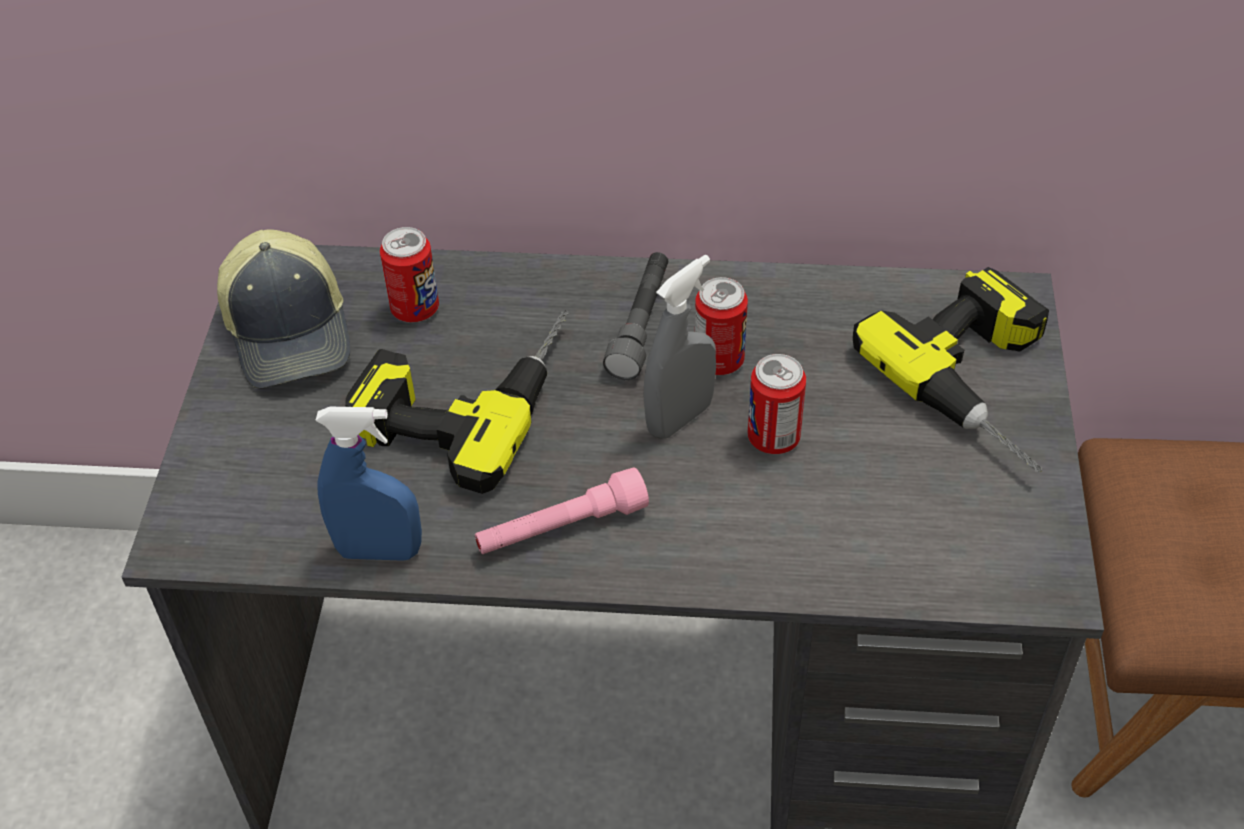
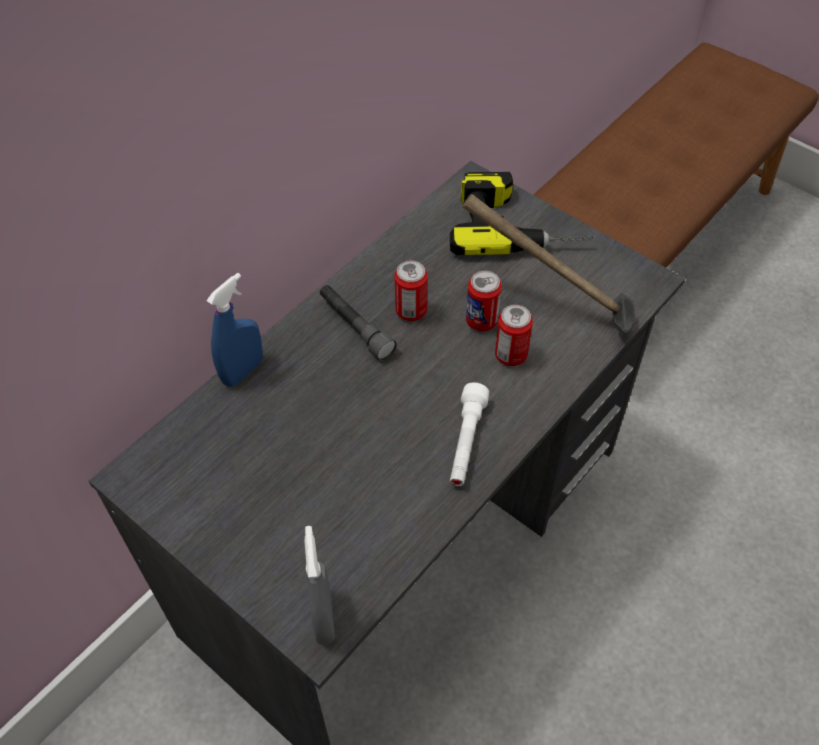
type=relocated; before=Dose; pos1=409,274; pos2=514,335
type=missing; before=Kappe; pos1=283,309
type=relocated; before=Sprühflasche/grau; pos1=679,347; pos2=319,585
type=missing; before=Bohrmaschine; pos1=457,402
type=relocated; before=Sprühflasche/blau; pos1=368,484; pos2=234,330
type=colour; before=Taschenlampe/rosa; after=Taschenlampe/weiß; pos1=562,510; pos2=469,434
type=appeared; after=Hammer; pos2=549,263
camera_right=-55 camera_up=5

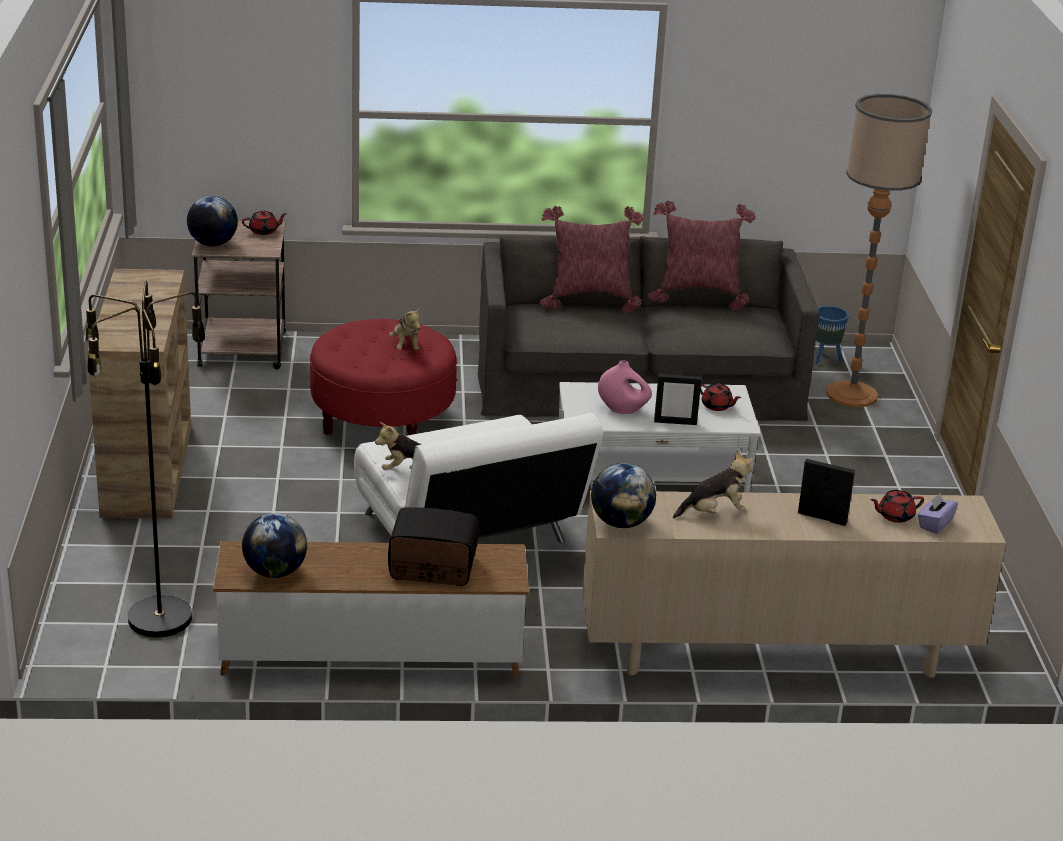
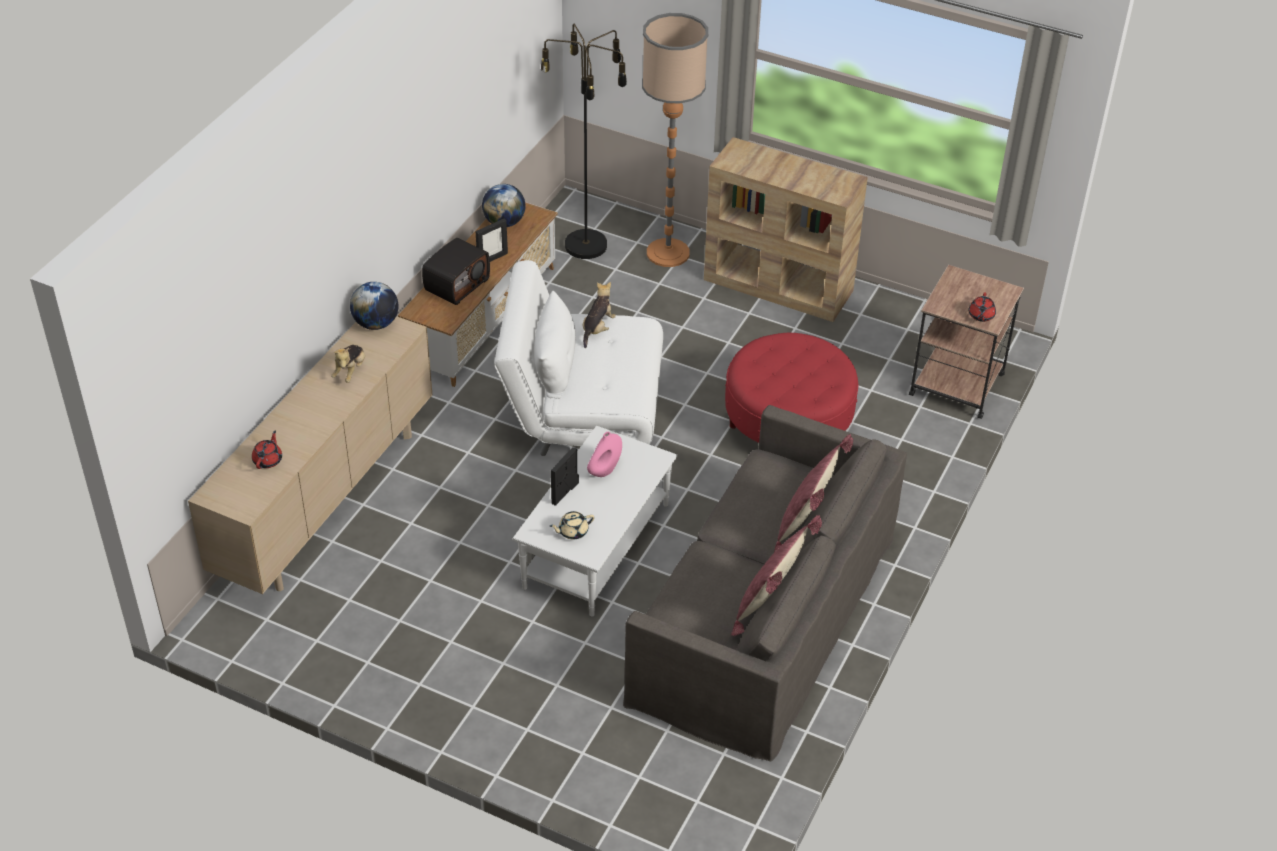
type=relocated; before=Stehlampe; pos1=879,250; pos2=675,140
type=missing; before=Globus; pos1=212,221
type=missing; before=Pflanzkübel/blau; pos1=832,335
type=missing; before=Plüschtier; pos1=405,328
type=colour; before=Teekanne/rot; after=Teekanne/beige; pos1=720,397; pos2=572,525
type=relocated; before=Bilderrahmen; pos1=826,492; pos2=492,240
type=missing; before=Taschentuchbox/lila; pos1=938,513
camera_right=120 camera_up=15

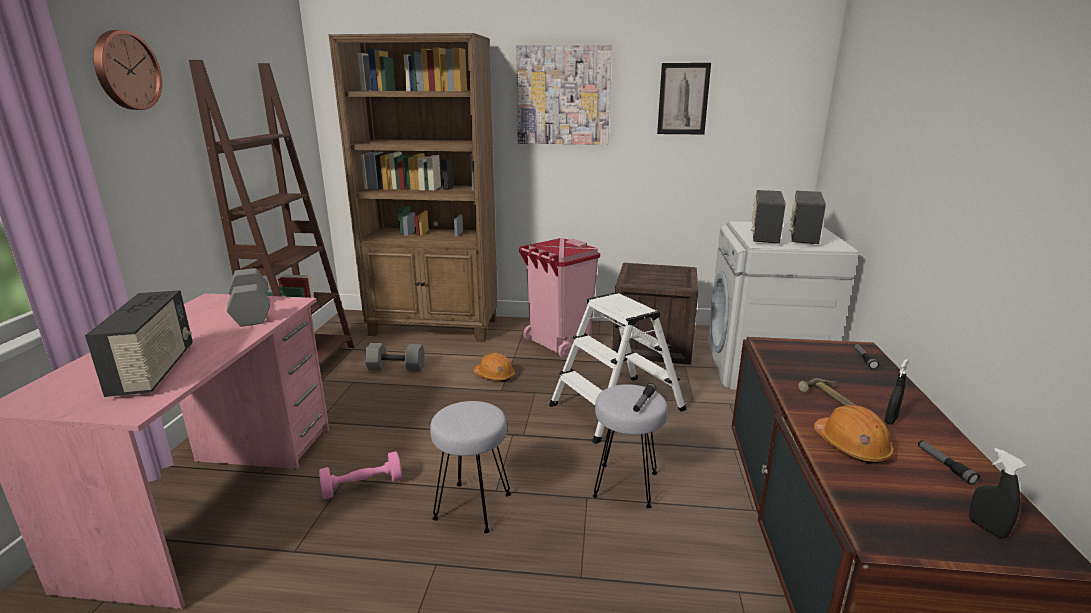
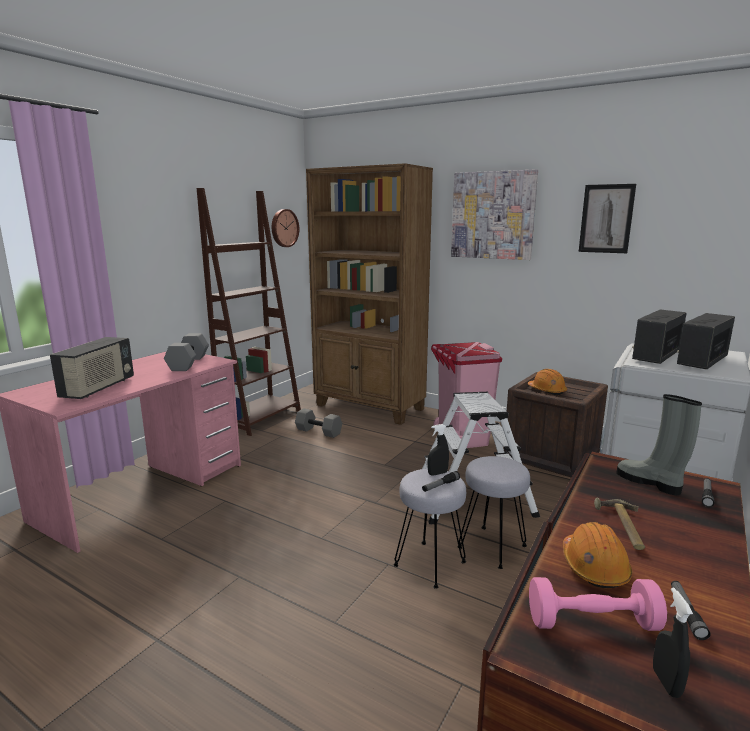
type=relocated; before=Wanduhr; pos1=127,70; pos2=285,228
type=relocated; before=Schutzhelm/orange; pos1=494,367; pos2=547,382
type=relocated; before=Sprühflasche/schwarz; pos1=896,392; pos2=438,449
type=relocated; before=Hocker/grau; pos1=470,467; pos2=493,512
type=relocated; before=Hantel/rosa; pos1=360,475; pos2=598,604
type=appeared; after=Stiefel/grau; pos2=659,444
camera_right=25 camera_up=-5

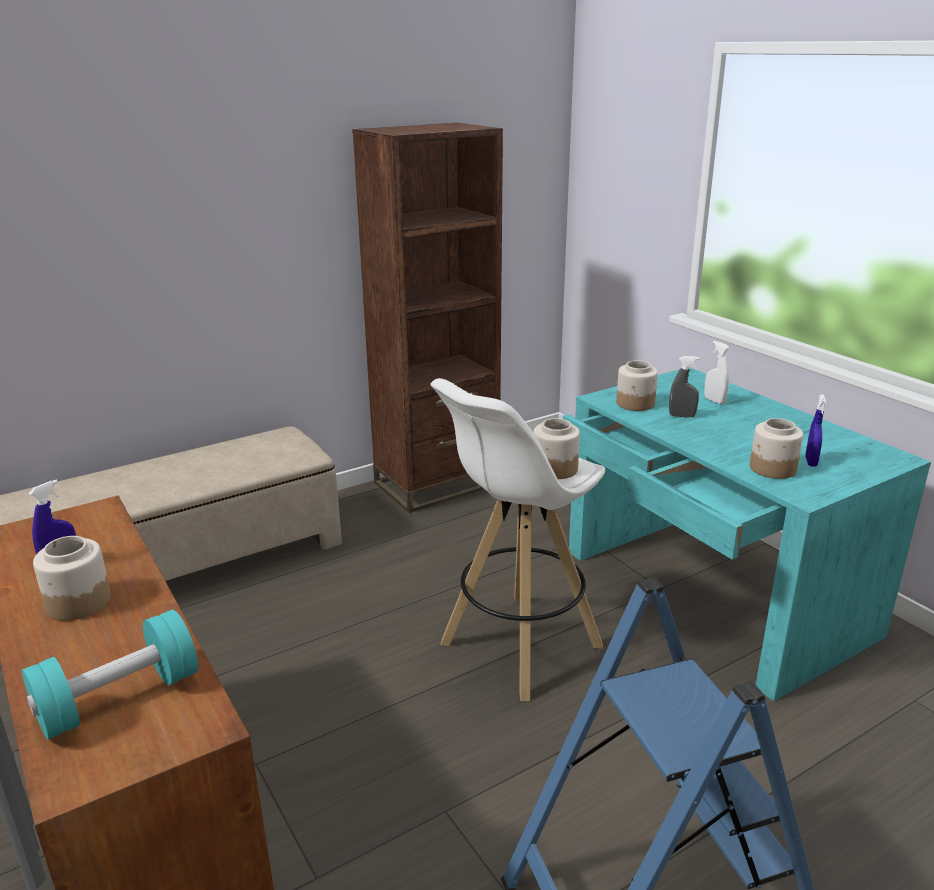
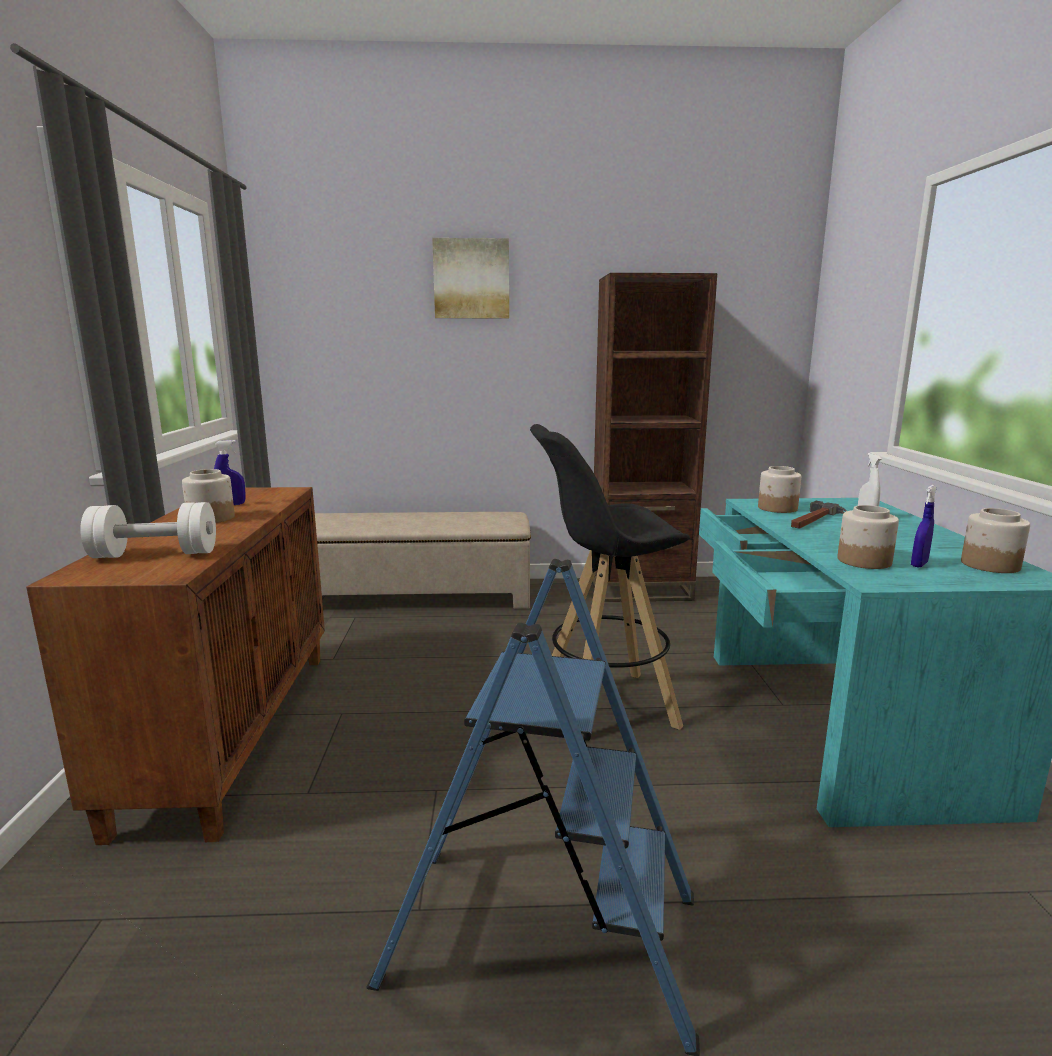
type=exchanged; before=Sprühflasche/grau; after=Hammer; pos1=684,387; pos2=819,515
type=colour; before=Hocker/weiß; after=Hocker/schwarz; pos1=517,539; pos2=610,577
type=relocated; before=Vorratsglas; pos1=556,448; pos2=995,540
type=colour; before=Hantel/türkis; after=Hantel/weiß; pos1=110,675; pos2=148,530
type=appeared; after=Bild; pos2=470,278
camera_right=30 camera_up=-10

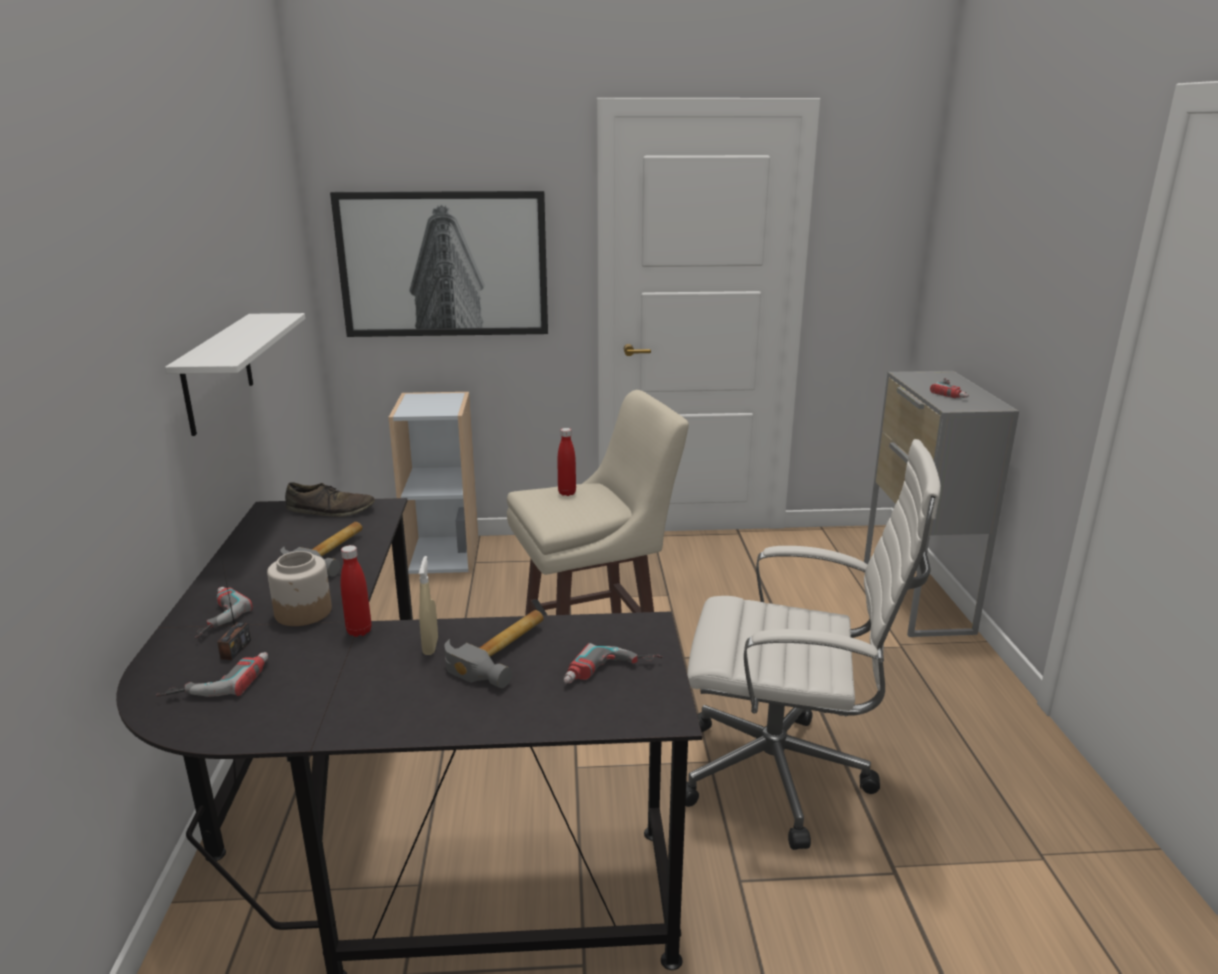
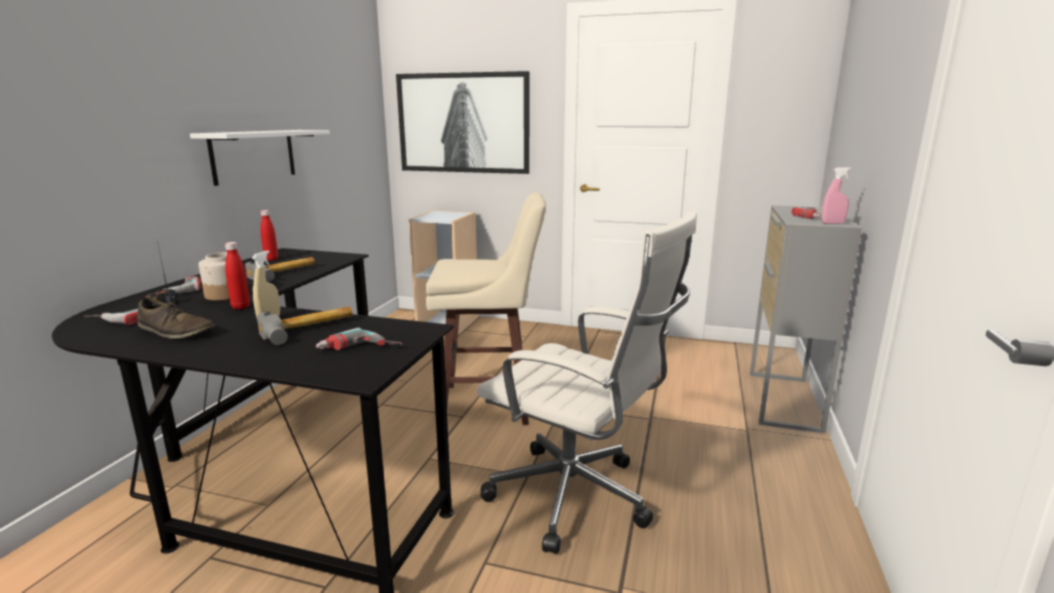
type=relocated; before=Flasche/rot; pos1=566,462; pos2=269,235
type=relocated; before=Schuh/braun; pos1=330,500; pos2=176,318
type=appeared; after=Sprühflasche/rosa; pos2=837,195
camera_right=20 camera_up=-5

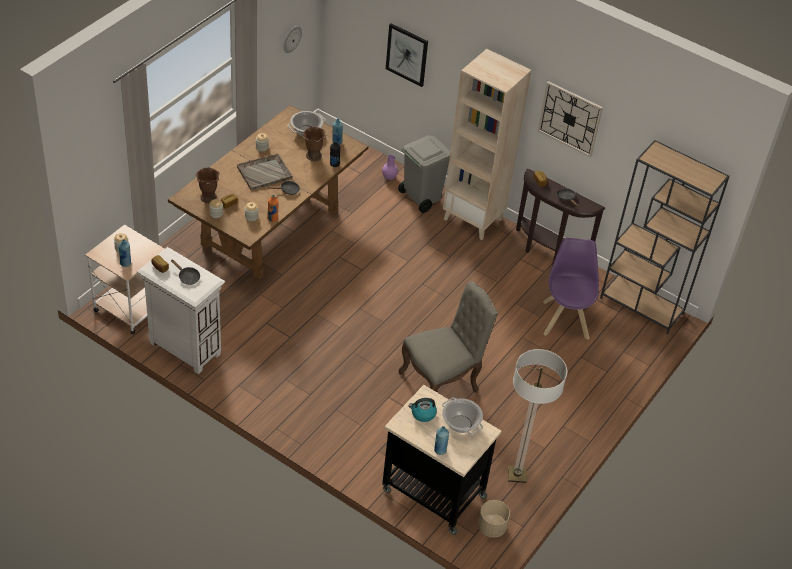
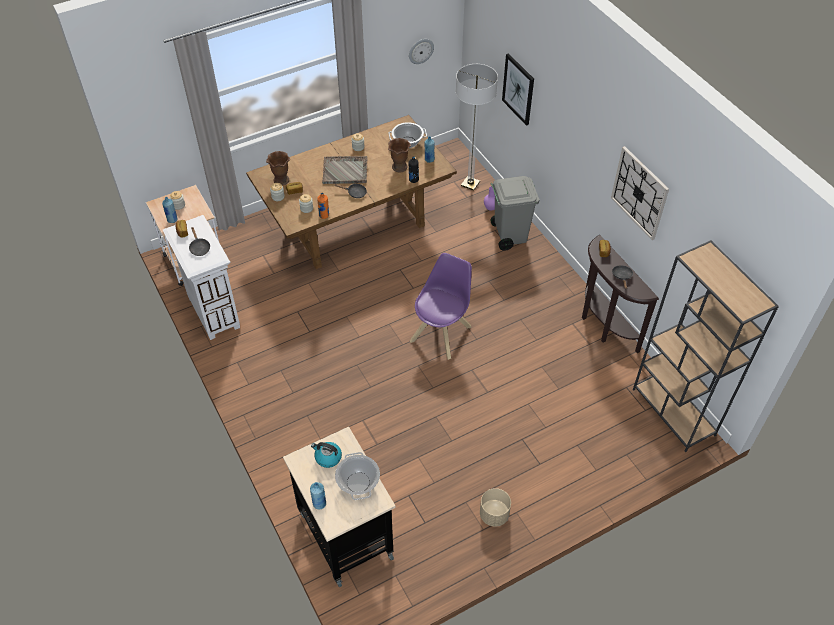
type=missing; before=Bücherregal/beige; pos1=487,144
type=relocated; before=Stuhl/lila; pos1=571,289; pos2=441,306
type=missing; before=Stuhl/grau; pos1=448,337
type=relocated; before=Stehlampe; pos1=537,416; pos2=477,127
type=relocated; before=Pflanzkübel/beige; pos1=494,519; pos2=495,507
camera_right=30 camera_up=5

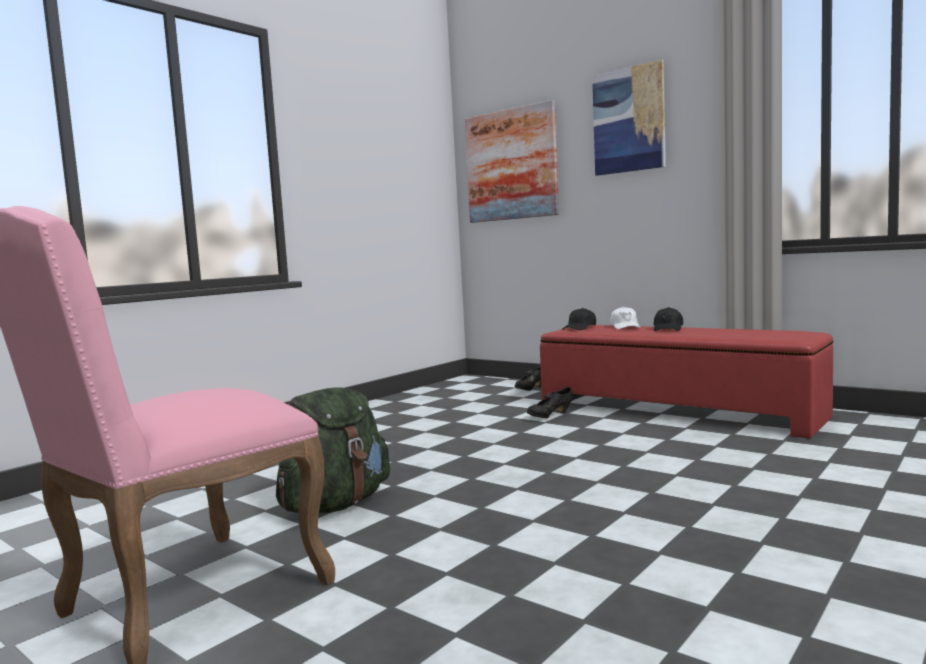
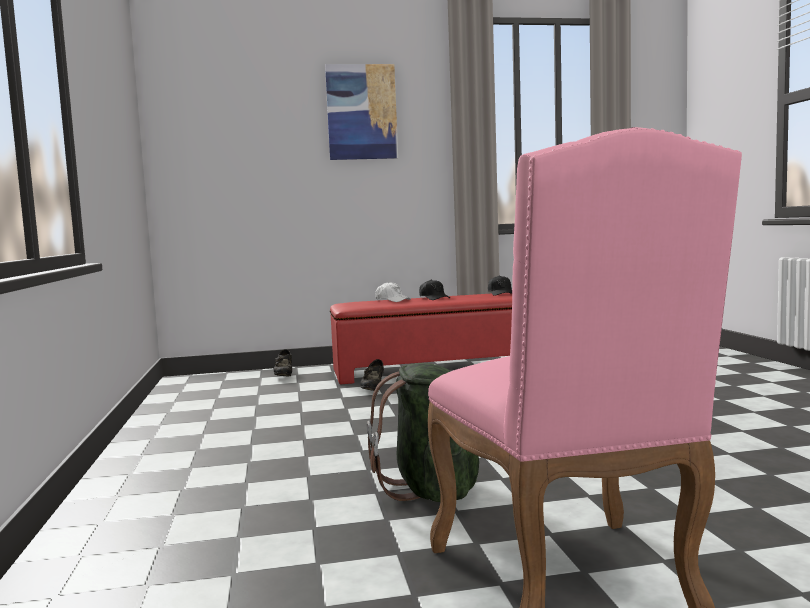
type=missing; before=Bild; pos1=512,161
type=relocated; before=Kappe/schwarz; pos1=579,319; pos2=500,285
camera_right=-50 camera_up=0

